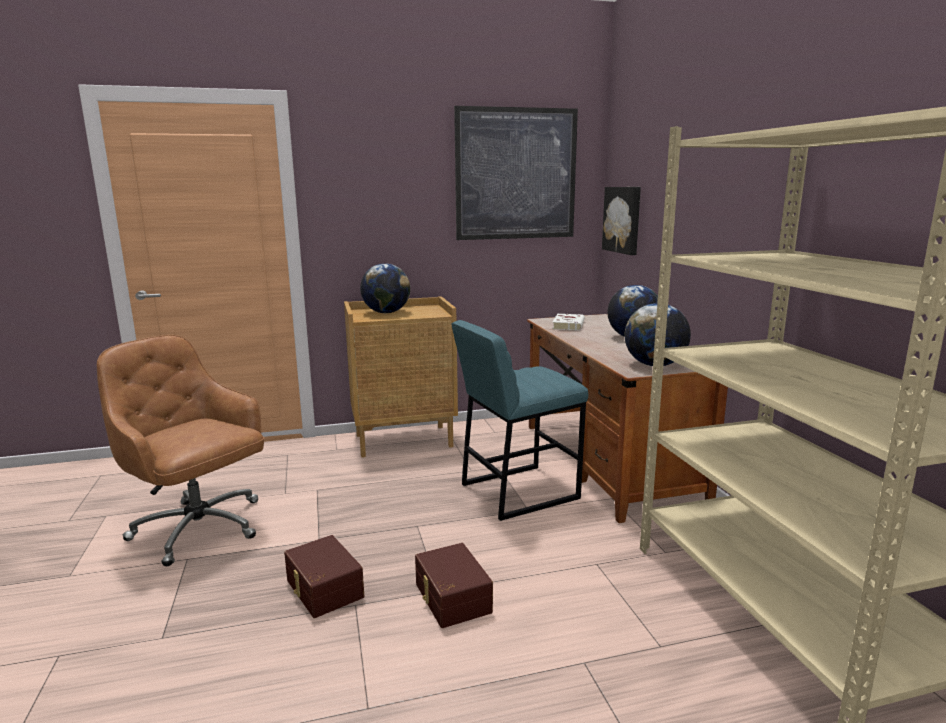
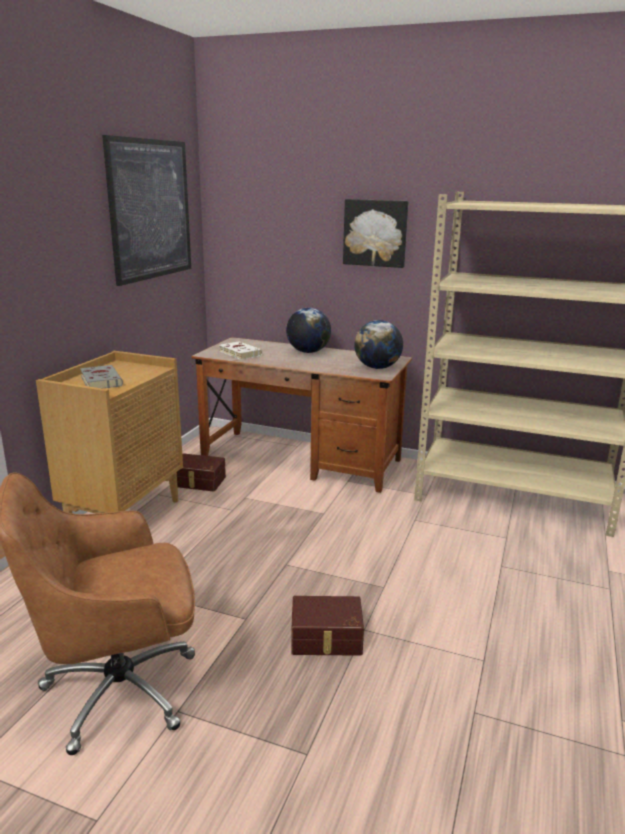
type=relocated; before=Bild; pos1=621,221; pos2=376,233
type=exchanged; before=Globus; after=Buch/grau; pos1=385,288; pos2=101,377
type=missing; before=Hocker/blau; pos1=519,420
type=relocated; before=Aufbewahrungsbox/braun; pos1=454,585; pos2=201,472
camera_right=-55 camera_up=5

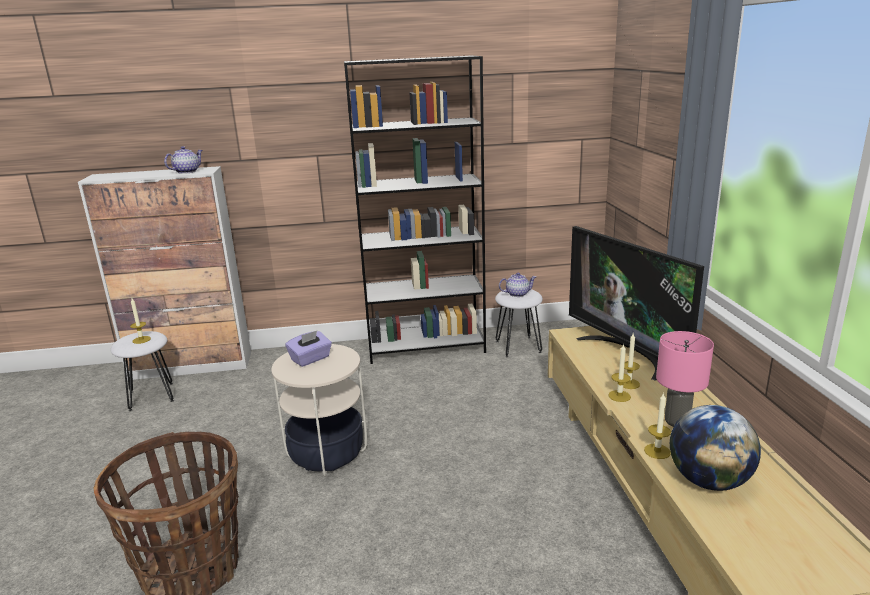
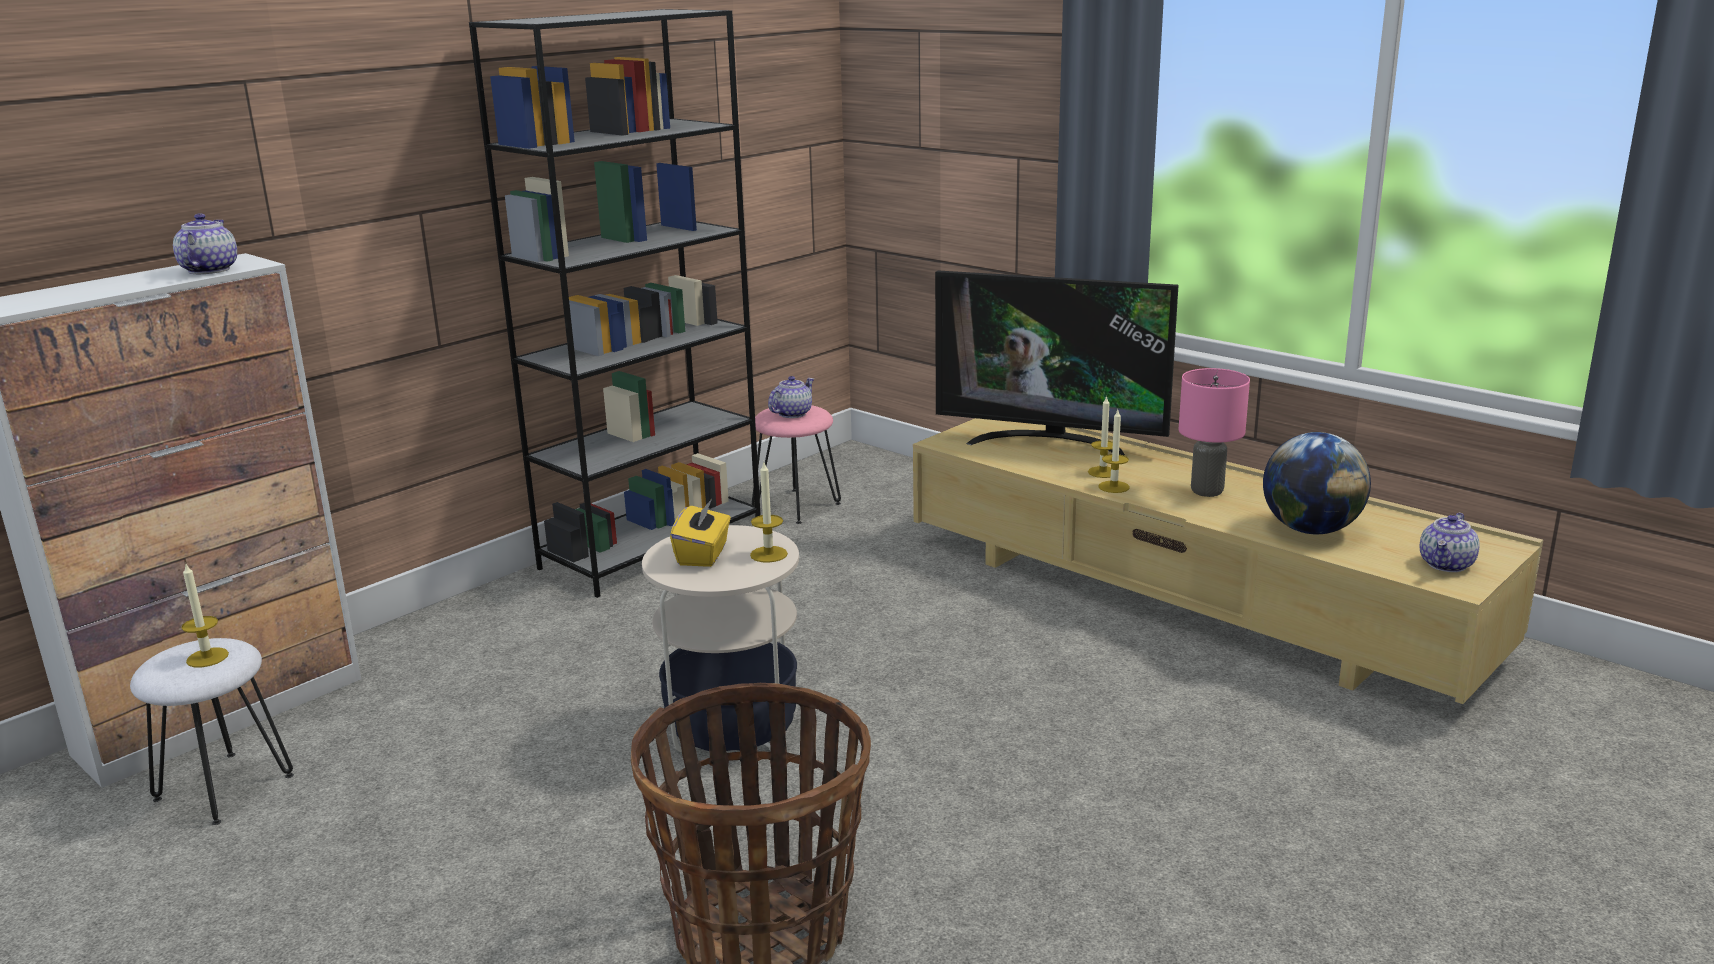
type=colour; before=Hocker/weiß; after=Hocker/rosa; pos1=519,323; pos2=796,464
type=colour; before=Taschentuchbox/lila; after=Taschentuchbox/gelb; pos1=308,349; pos2=700,533
type=relocated; before=Kerze; pos1=657,426; pos2=769,512
type=appeared; after=Teekanne; pos2=1450,542
camera_right=-40 camera_up=0

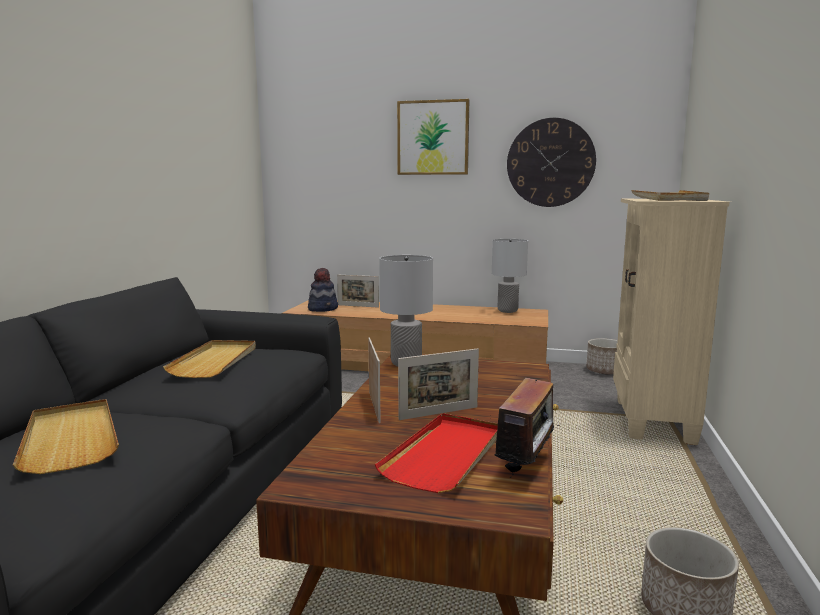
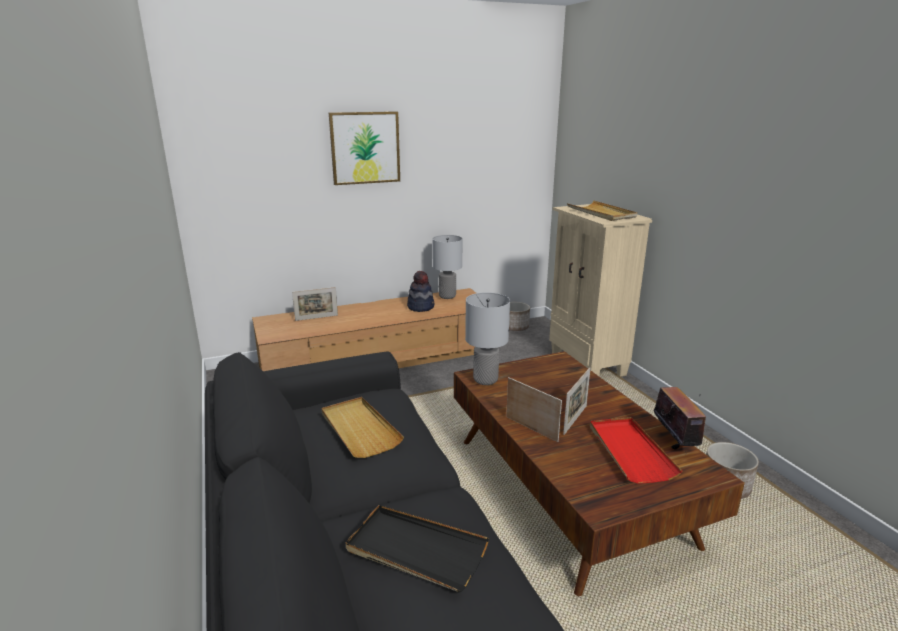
type=missing; before=Wanduhr; pos1=551,162
type=relocated; before=Hut; pos1=323,290; pos2=420,291
type=colour; before=Tablett/beige; after=Tablett/schwarz; pos1=66,436; pos2=417,549
camera_right=-35 camera_up=10

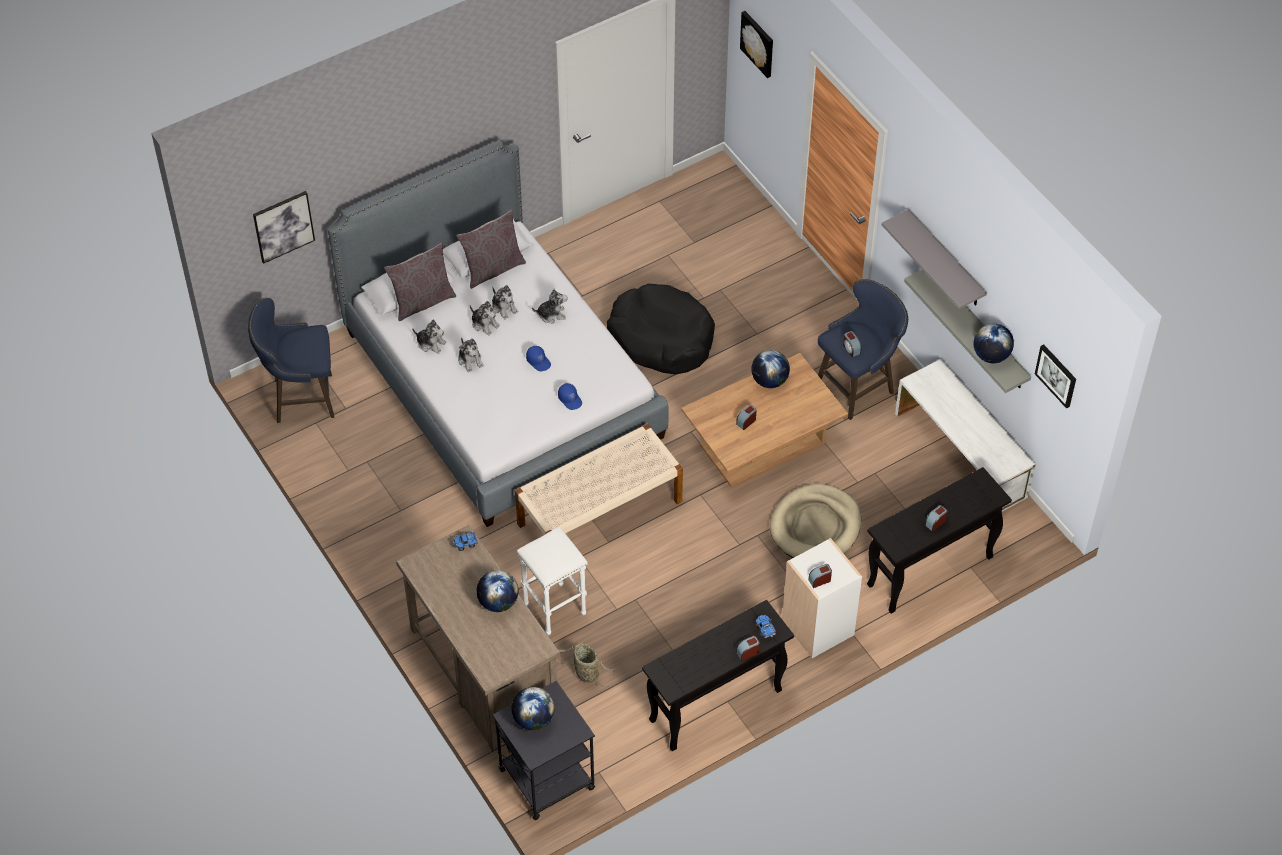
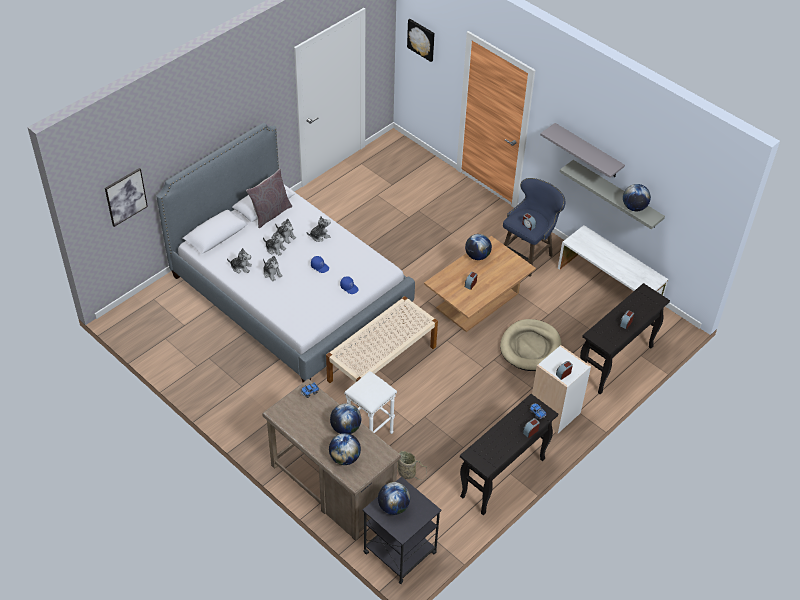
type=missing; before=Kissen/grau; pos1=420,282
type=missing; before=Hundebett/schwarz; pos1=661,329
type=missing; before=Hocker/blau; pos1=291,360
type=missing; before=Bild; pos1=1055,376
type=appeared; after=Globus; pos2=345,449
camera_right=-15 camera_up=-5

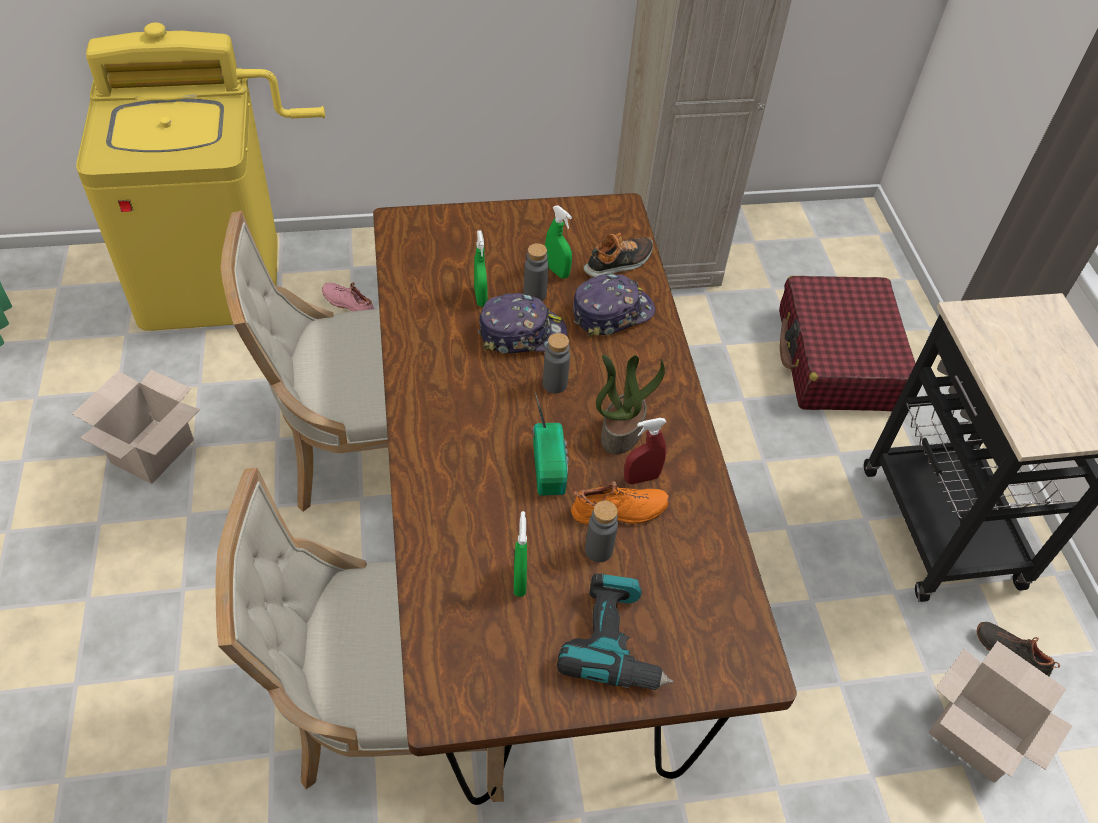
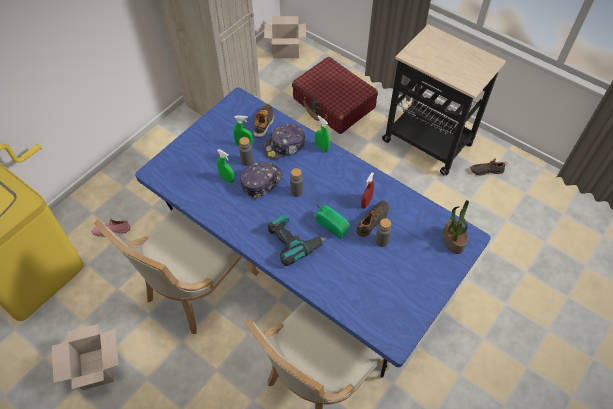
type=colour; before=Esstisch/braun; after=Esstisch/blau; pos1=585,499; pos2=313,233
type=spun; before=Kappe; pos1=614,305; pos2=283,141; turn=-135
type=relocated; before=Topfpflanze; pos1=630,404; pos2=455,227
type=colour; before=Schuh/orange; after=Schuh/schwarz; pos1=620,503; pos2=372,219
type=relocated; before=Sprühflasche/grün; pos1=520,554; pos2=322,133
type=relocated; before=Bohrmaschine; pos1=615,631; pos2=297,240
type=relocated; before=Karton; pos1=1000,711; pos2=285,37
camera_right=-40 camera_up=5

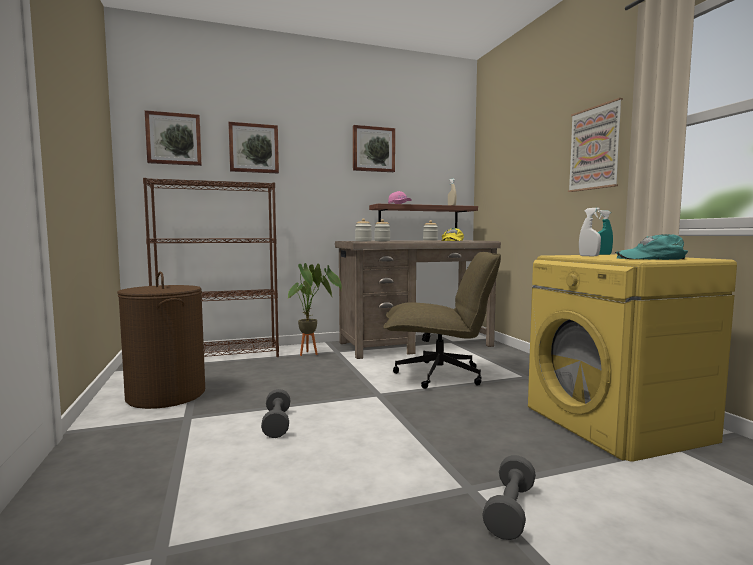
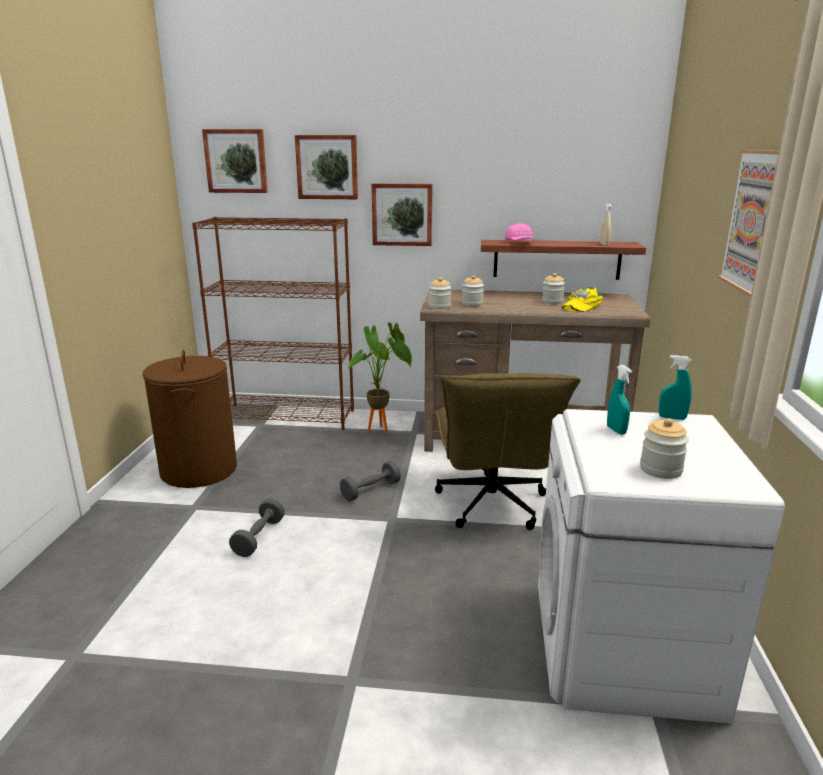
type=relocated; before=Bild; pos1=374,148; pos2=402,214
type=colour; before=Sprühflasche/weiß; after=Sprühflasche/türkis; pos1=590,232; pos2=619,400
type=exchanged; before=Kappe/türkis; after=Vorratsglas; pos1=651,247; pos2=664,448
type=spun; before=Bürostuhl/beige; pos1=442,320; pos2=507,451; turn=60
type=colour; before=Waschmaschine/gelb; after=Waschmaschine/weiß; pos1=632,358; pos2=661,566
type=relocated; before=Hantel/grau; pos1=509,497; pos2=370,481
camera_right=25 camera_up=15

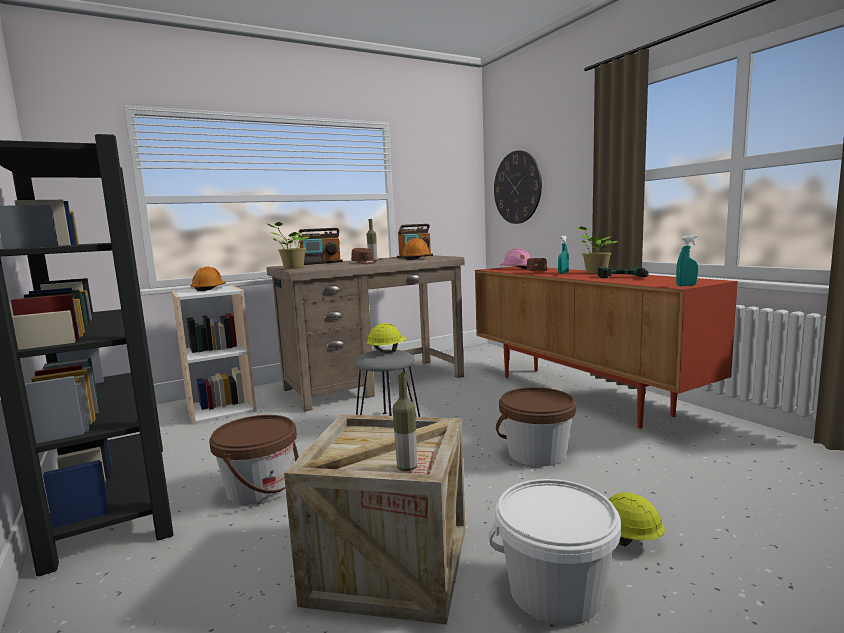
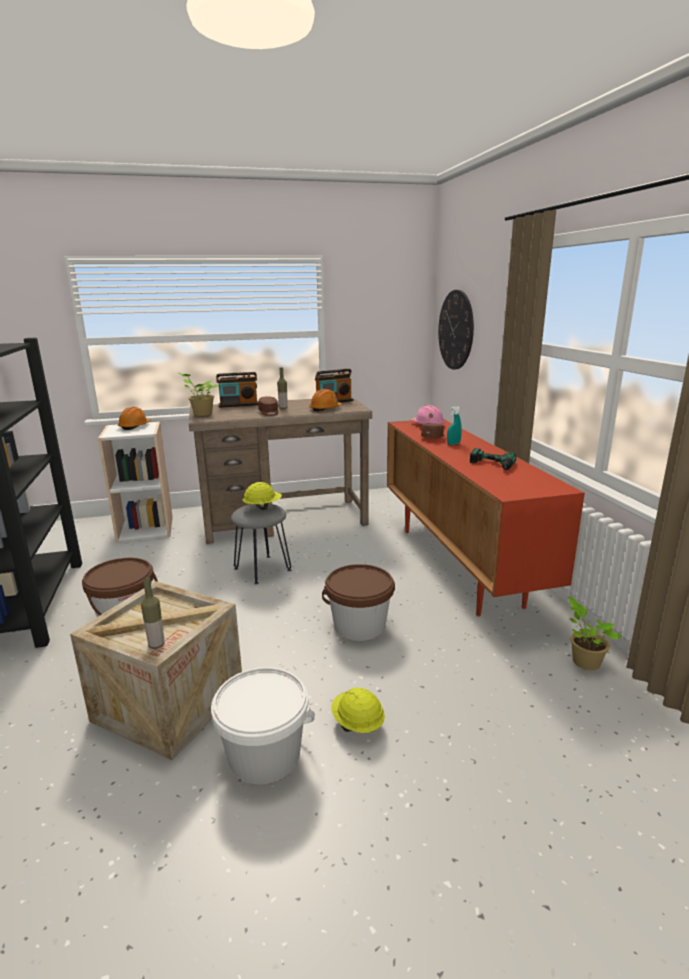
type=relocated; before=Topfpflanze; pos1=597,249; pos2=595,633
type=missing; before=Sprühflasche/türkis; pos1=687,260
camera_right=15 camera_up=10

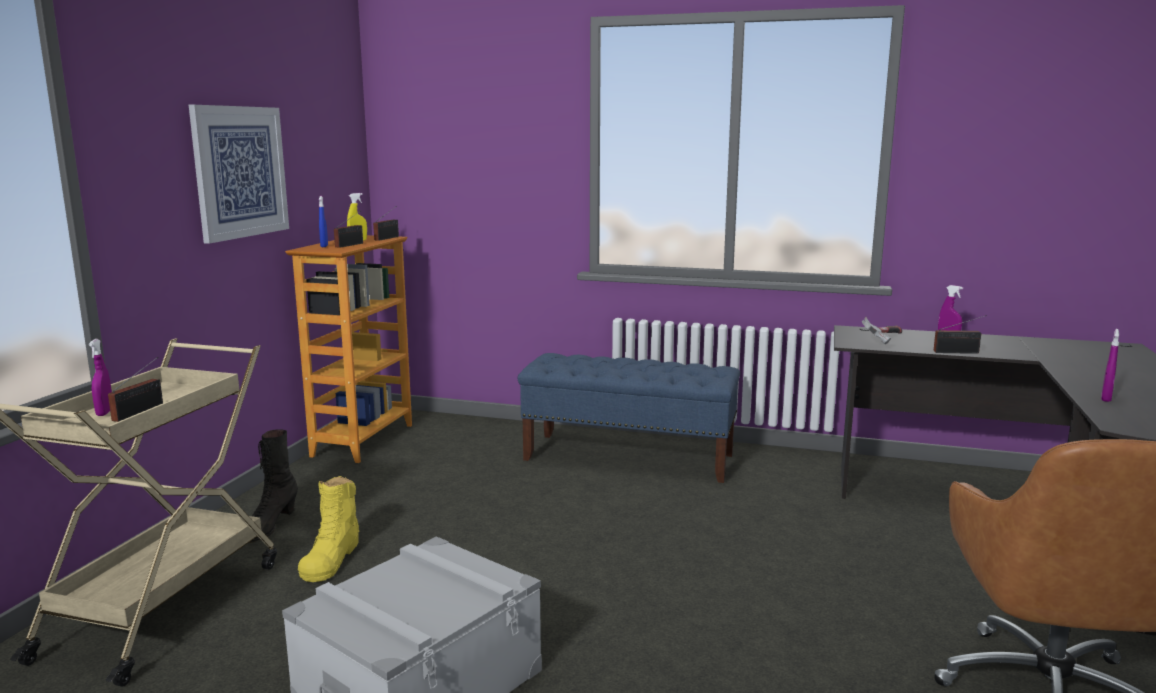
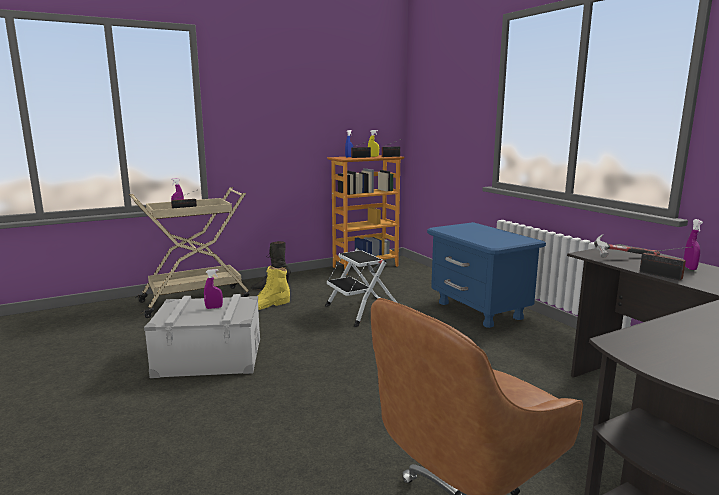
type=missing; before=Bild; pos1=239,174
type=relocated; before=Sprühflasche/lila; pos1=1110,365; pos2=213,289
type=exchanged; before=Bank/blau; after=Nachttisch/blau; pos1=629,418; pos2=486,275
type=appeared; after=Trittleiter; pos2=361,287
camera_right=45 camera_up=0

